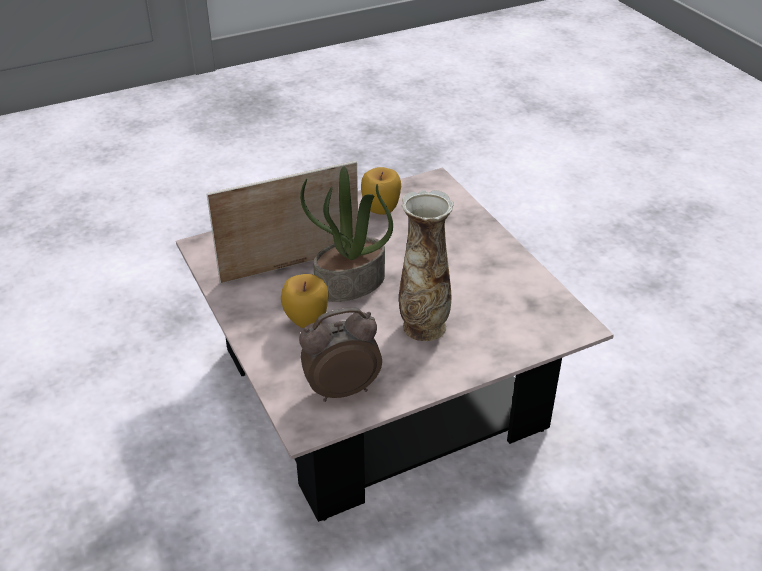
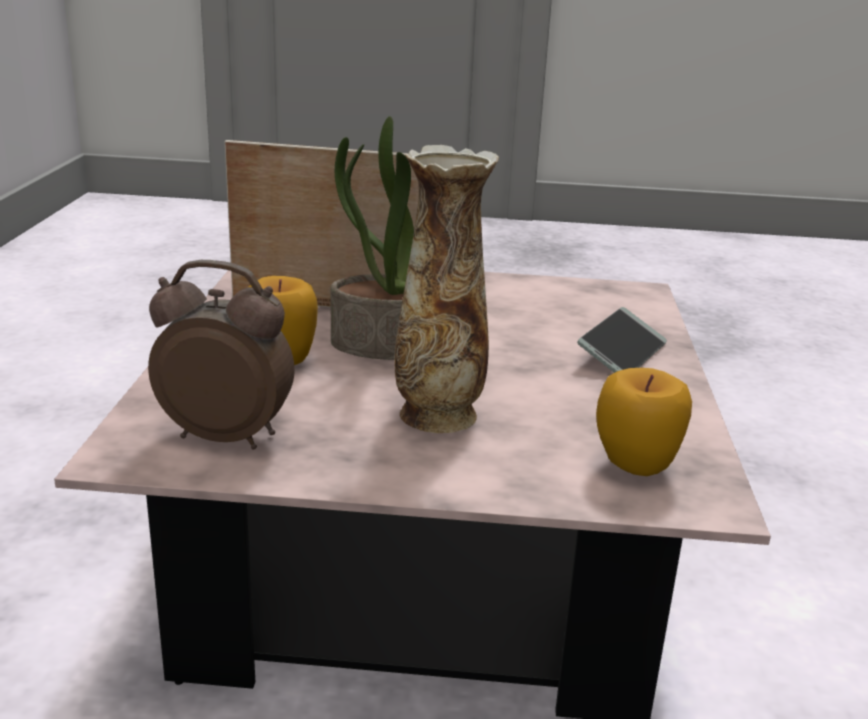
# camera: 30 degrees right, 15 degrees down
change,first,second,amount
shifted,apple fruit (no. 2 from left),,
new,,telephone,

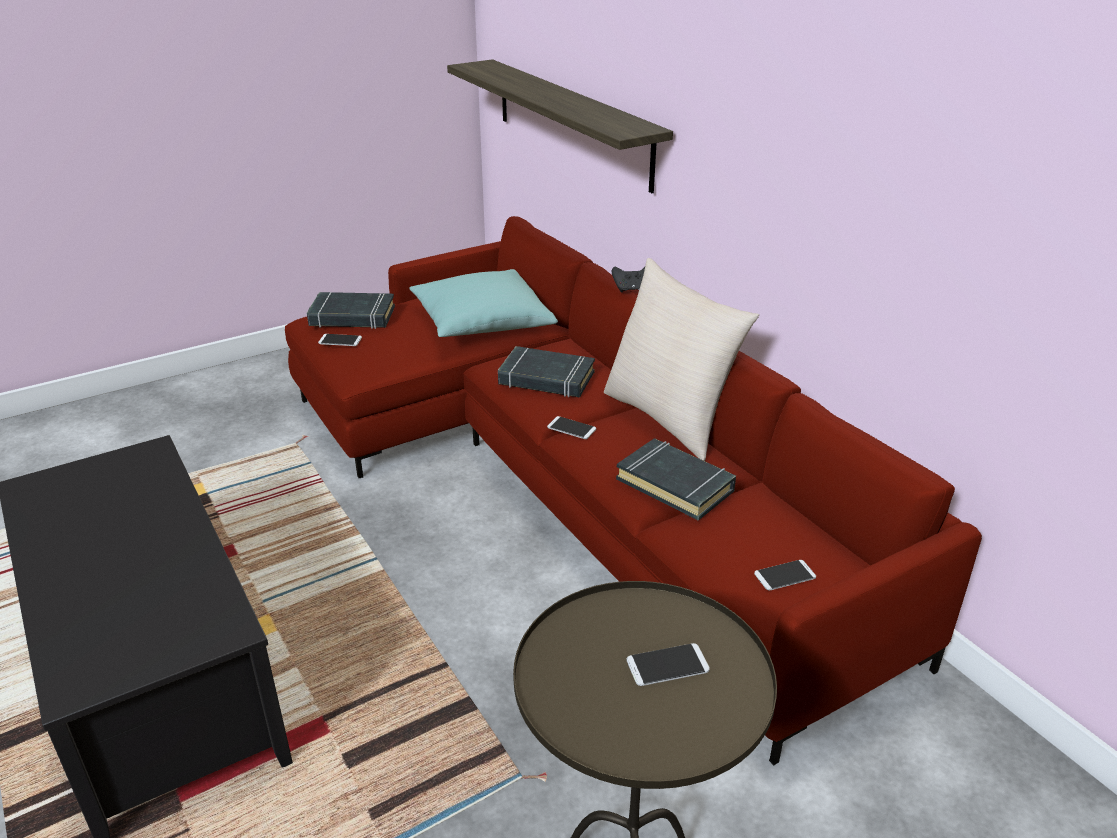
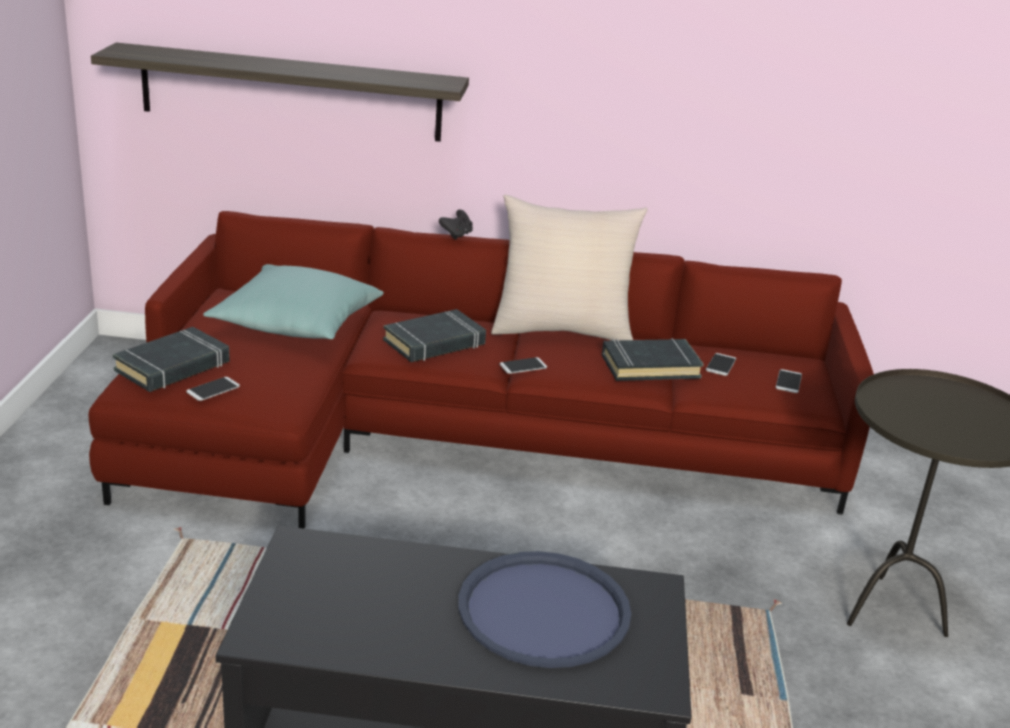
# camera: 55 degrees left, 5 degrees down
change,first,second,amount
shifted,telephone (no. 3 from left),,
new,,carrying tray in blue,

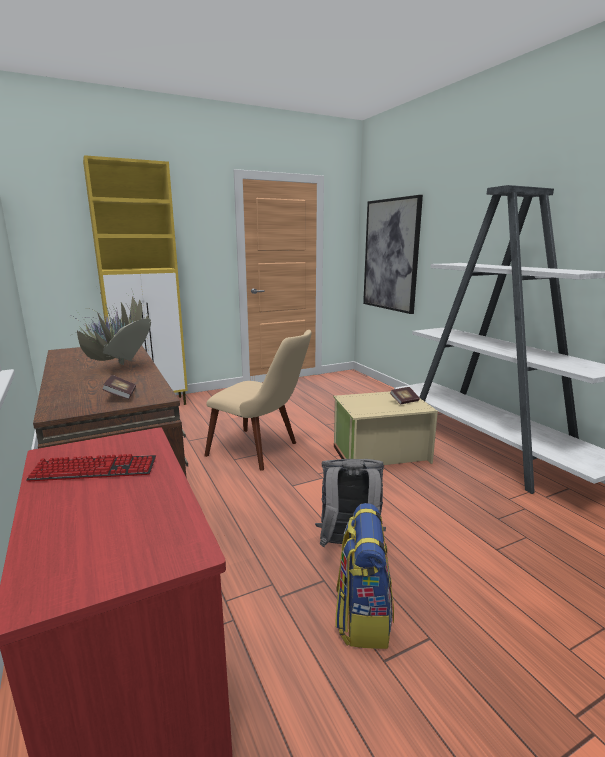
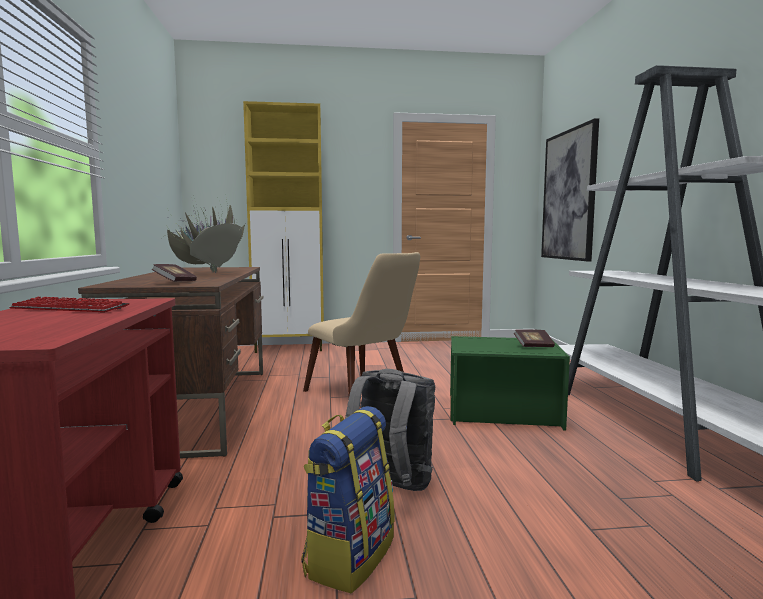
# camera: 20 degrees right, 10 degrees down
change,first,second,amount
repainted,storage bin in beige-coloured,storage bin in green,

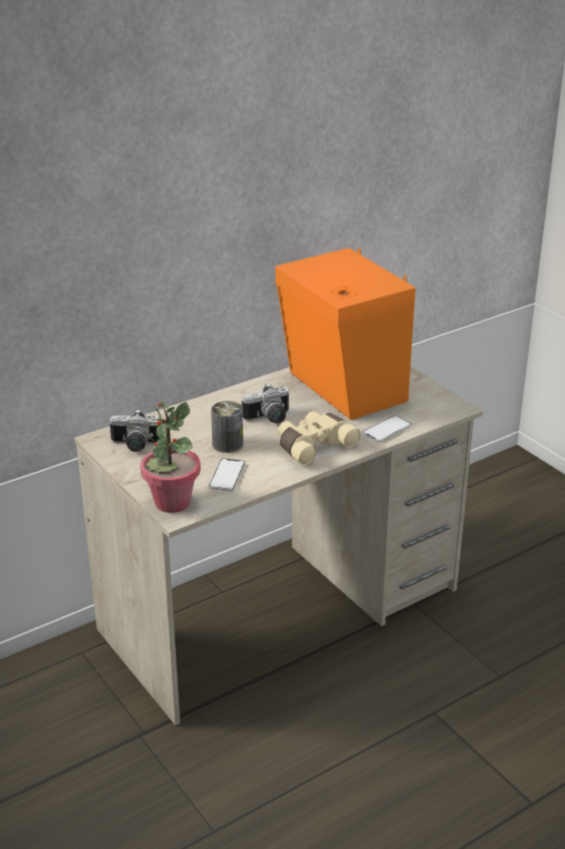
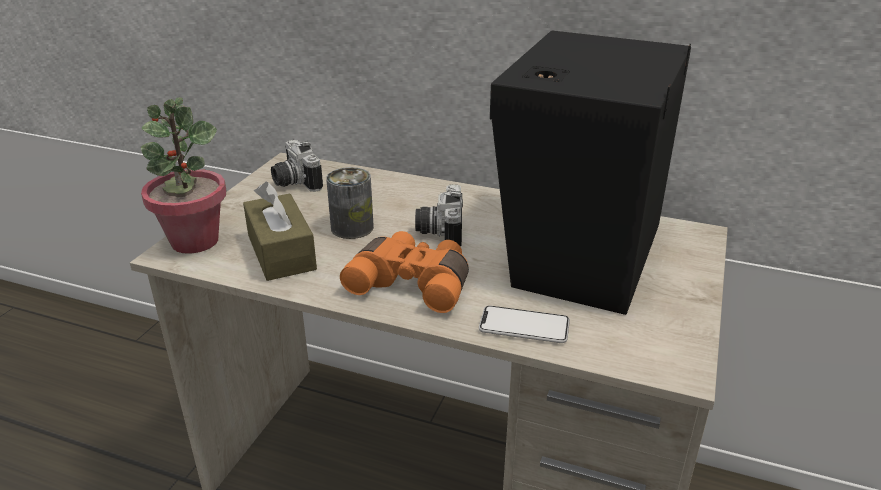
# camera: 55 degrees right, 0 degrees up
change,first,second,amount
repainted,audio speaker in orange,audio speaker in black-coloured,
rotated,still camera (no. 2 from left),,60 degrees clockwise
repainted,field glasses in beige-coloured,field glasses in orange,
swapped,telephone (no. 1 from left),tissue holder in brown-coloured,

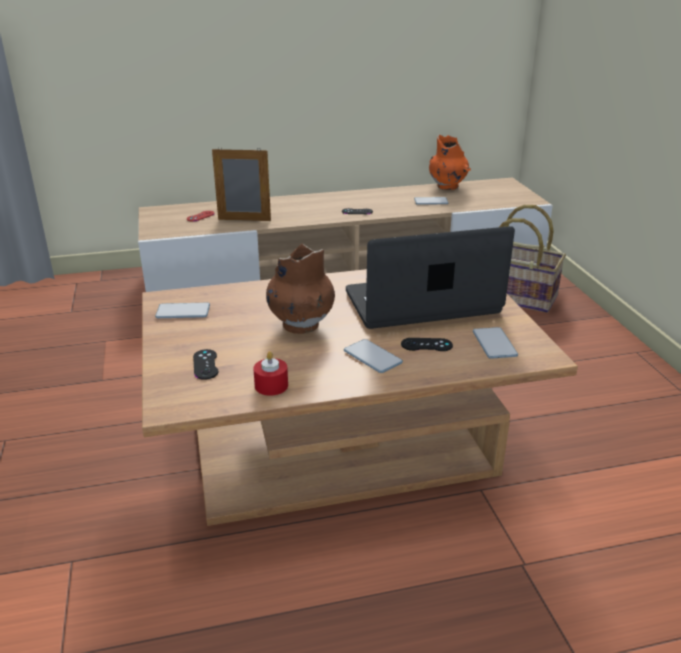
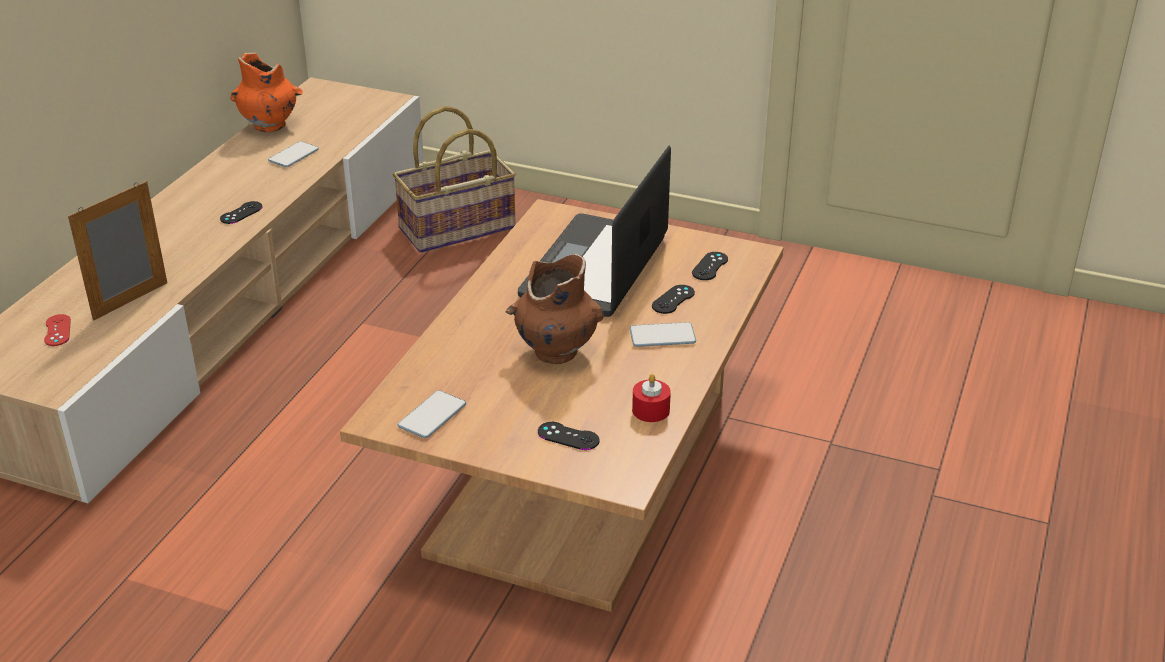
# camera: 55 degrees left, 5 degrees up
change,first,second,amount
swapped,telephone (no. 4 from left),gamepad in black-coloured (no. 4 from left),

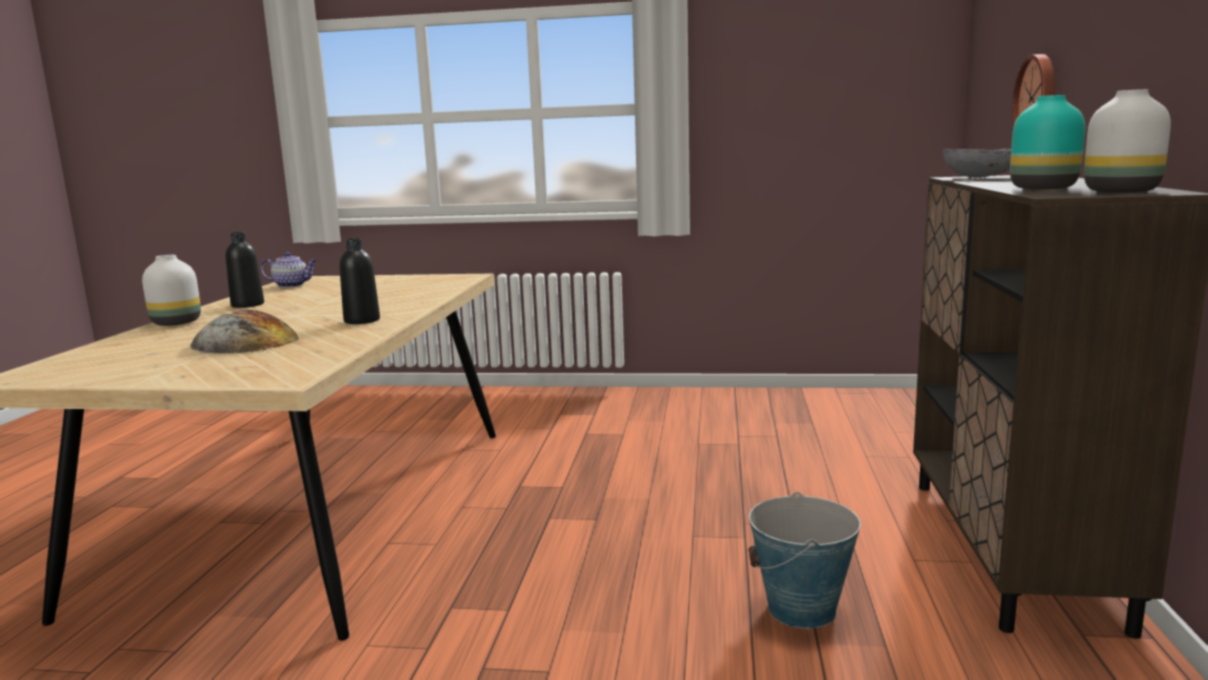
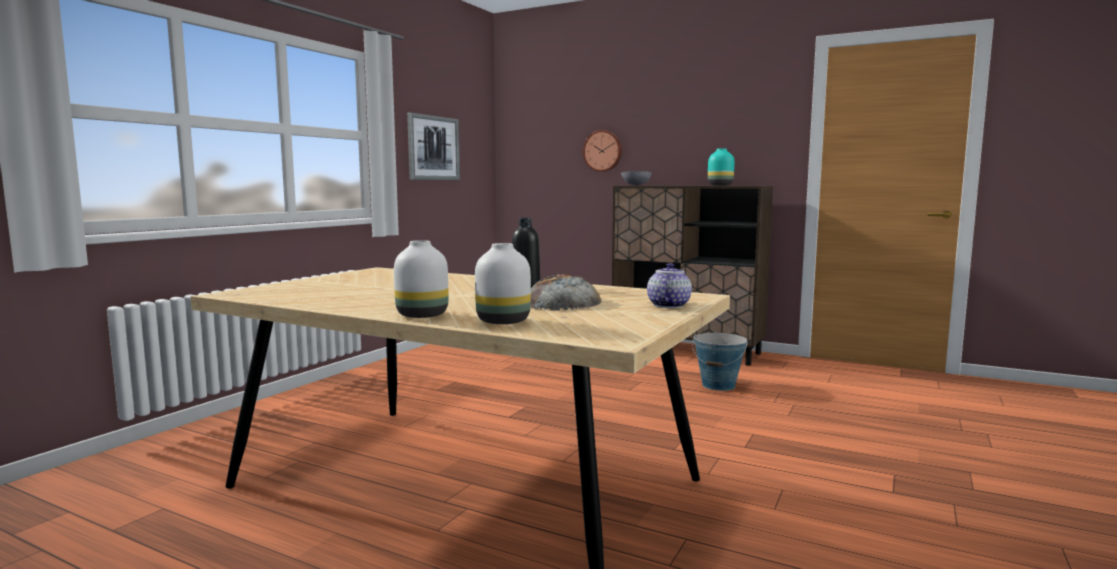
# camera: 70 degrees left, 5 degrees down
change,first,second,amount
shifted,vase in whitish (no. 2 from left),,
gone,bottle in black-coloured (no. 1 from left),,
shifted,tea pot,,
new,,wall picture,

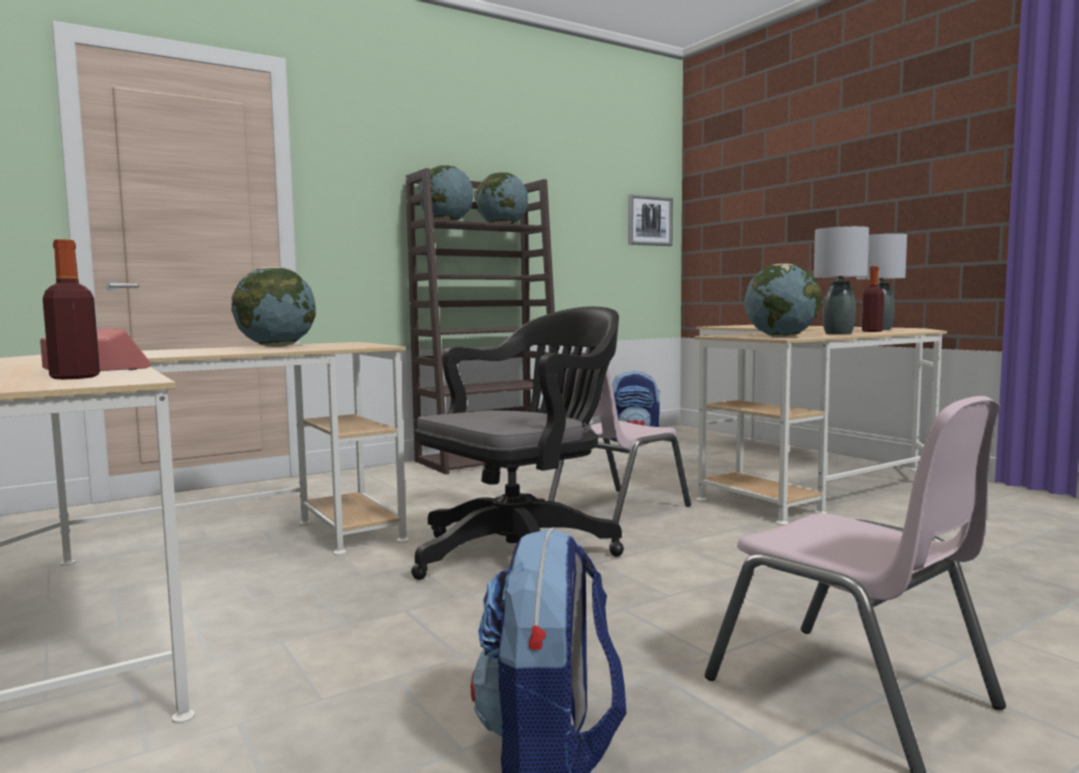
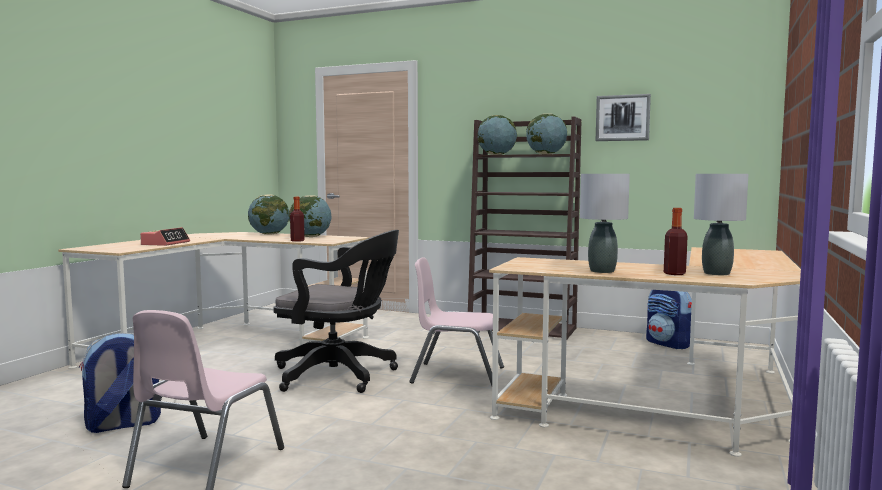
# camera: 55 degrees right, 0 degrees up
change,first,second,amount
shifted,wall picture,,
shifted,bottle (no. 1 from left),,
shifted,globe (no. 4 from left in the first image),globe (no. 1 from left),

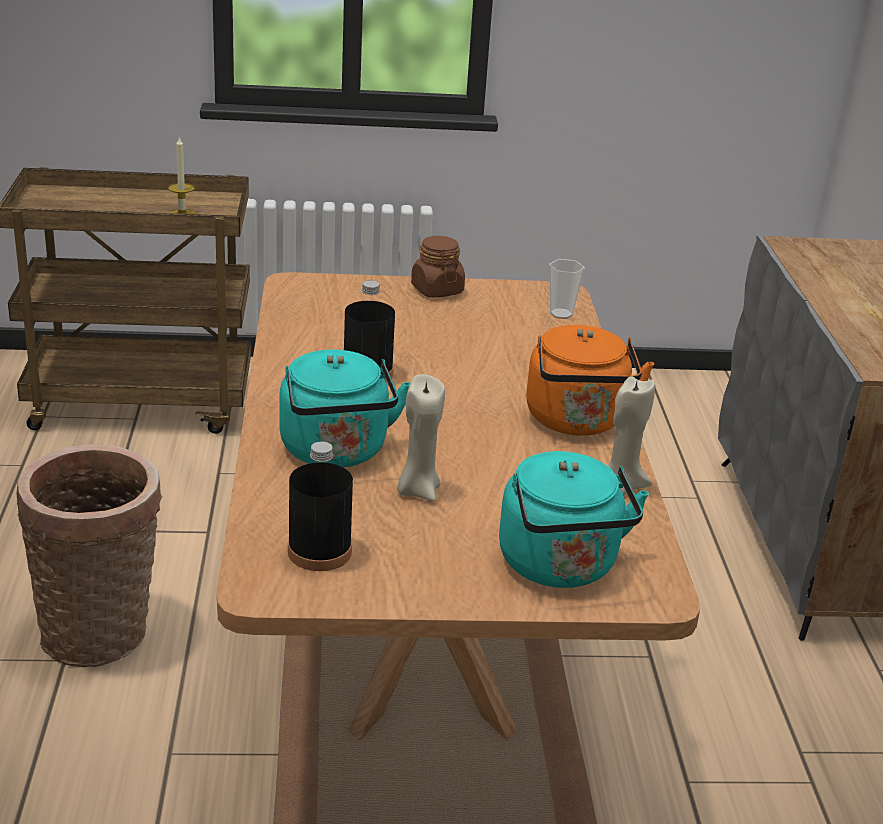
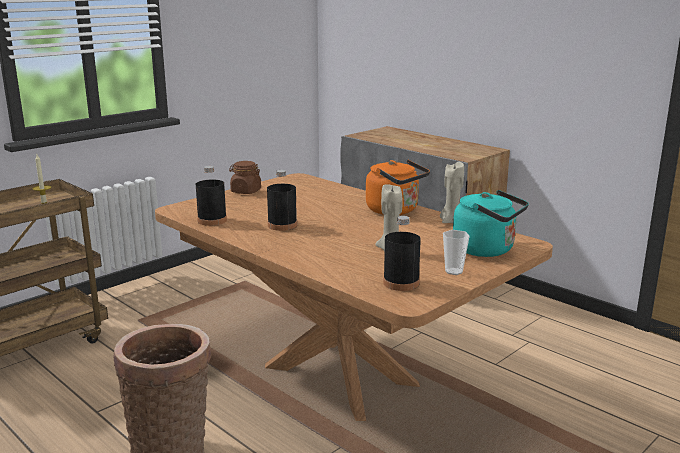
# camera: 40 degrees left, 10 degrees down
change,first,second,amount
shifted,drinking cup,,
gone,tea kettle in turquoise (no. 1 from left),,
new,,bottle in black-coloured (no. 1 from left),

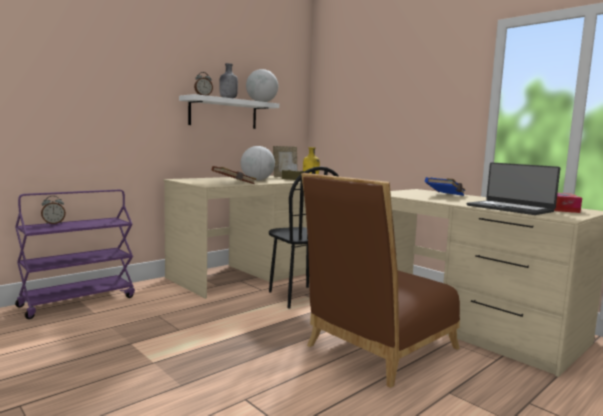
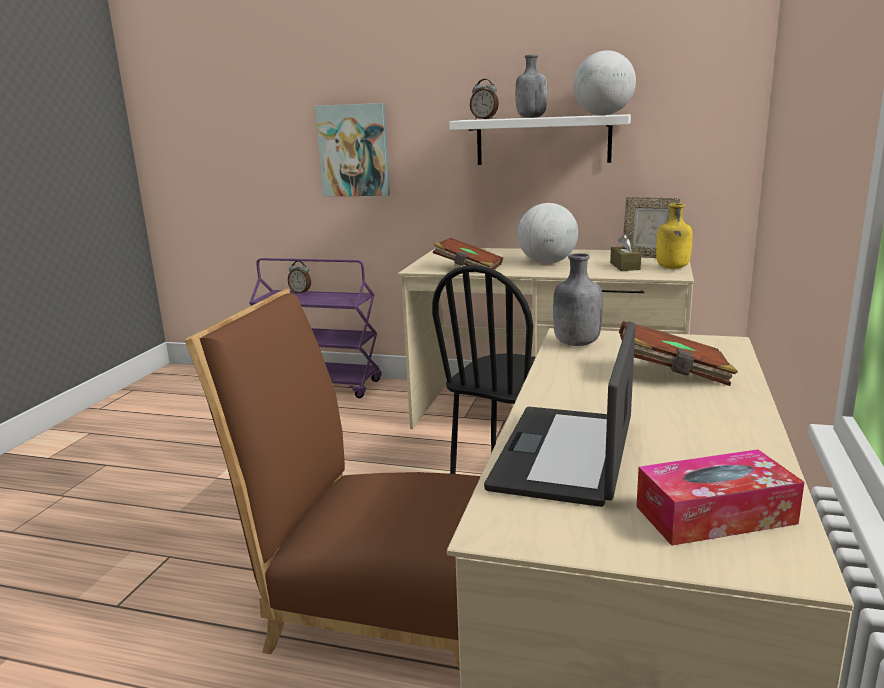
# camera: 60 degrees right, 10 degrees up
change,first,second,amount
repainted,bound book in blue,bound book in brown-coloured (no. 2 from left),
new,,wall picture,
new,,bottle in greyish (no. 2 from left),

